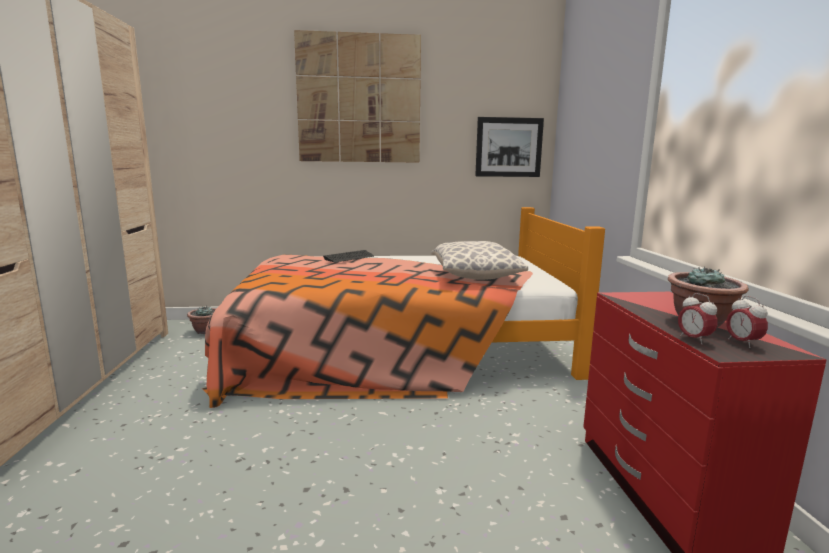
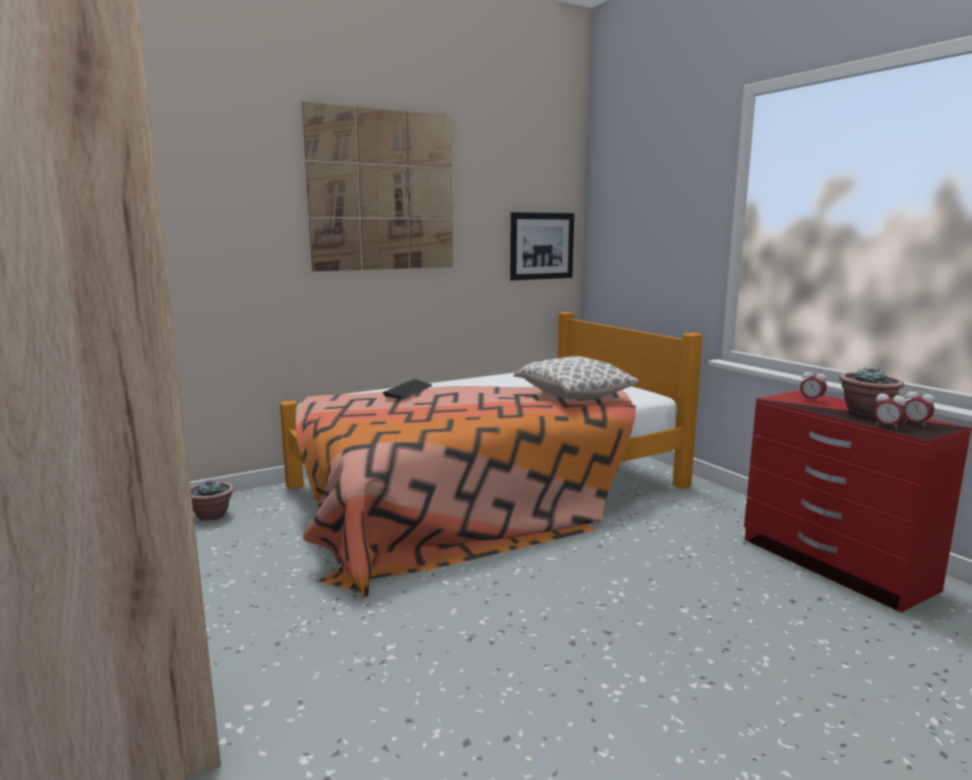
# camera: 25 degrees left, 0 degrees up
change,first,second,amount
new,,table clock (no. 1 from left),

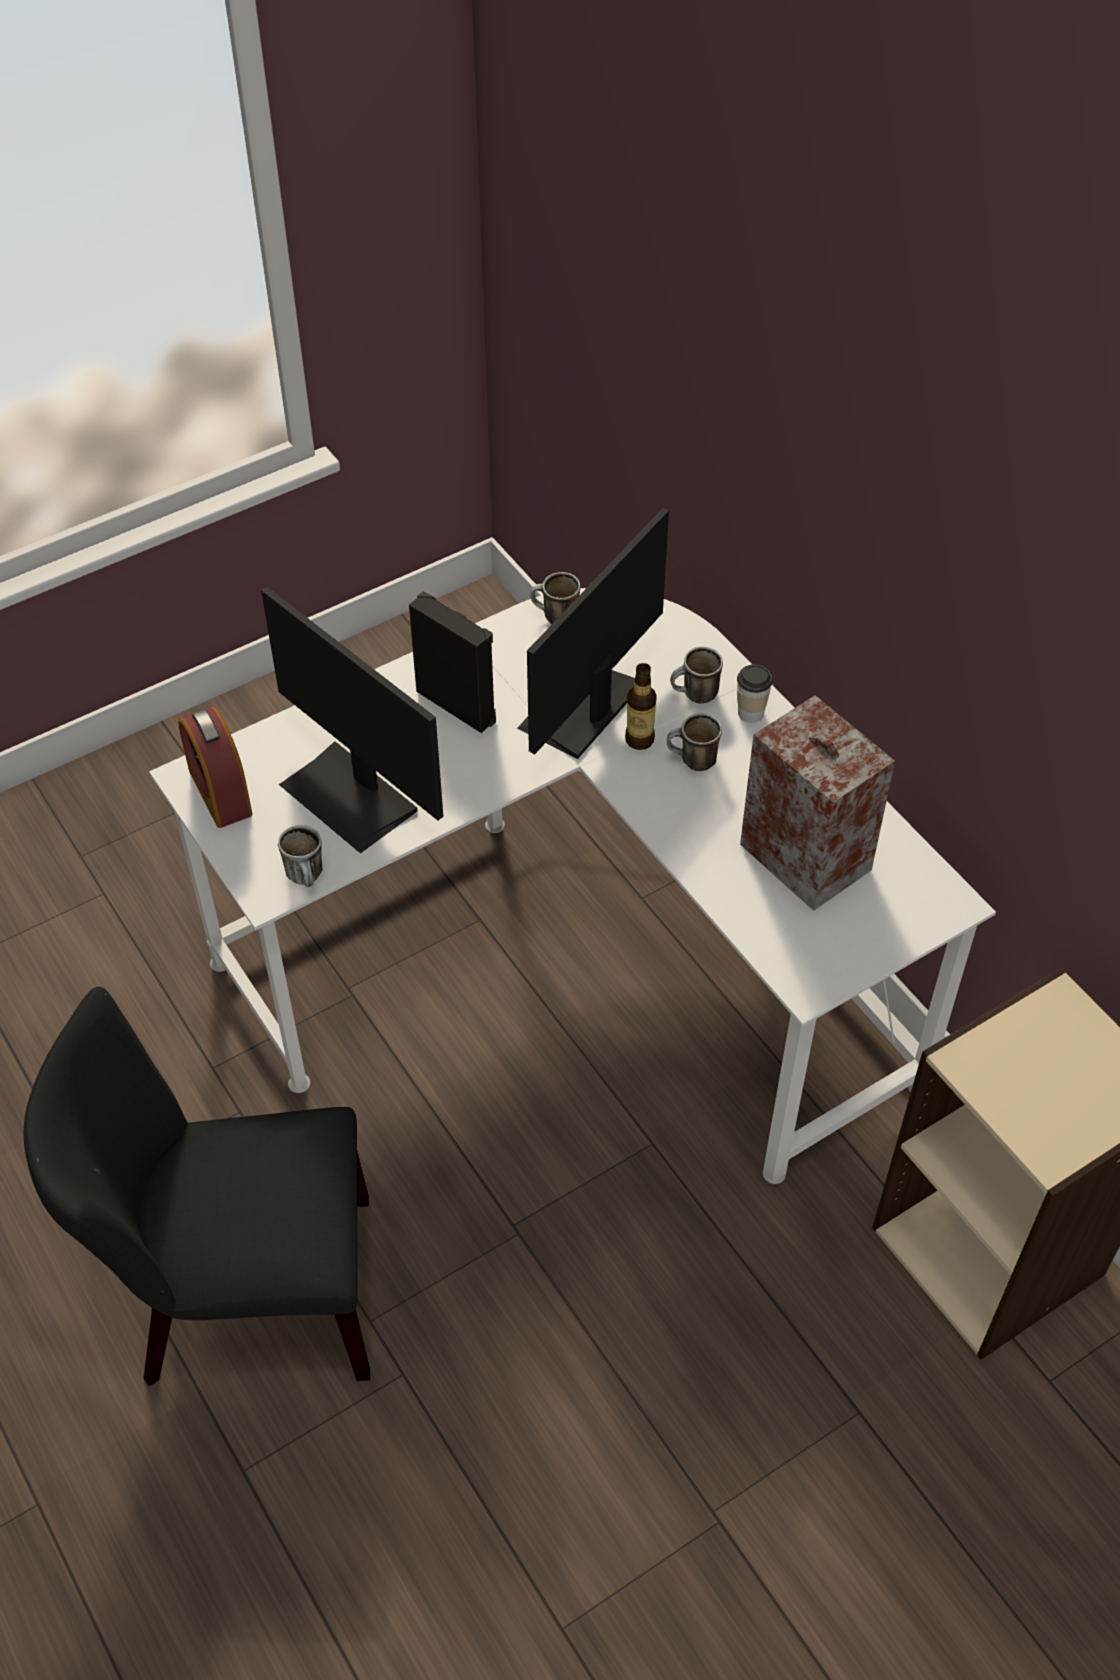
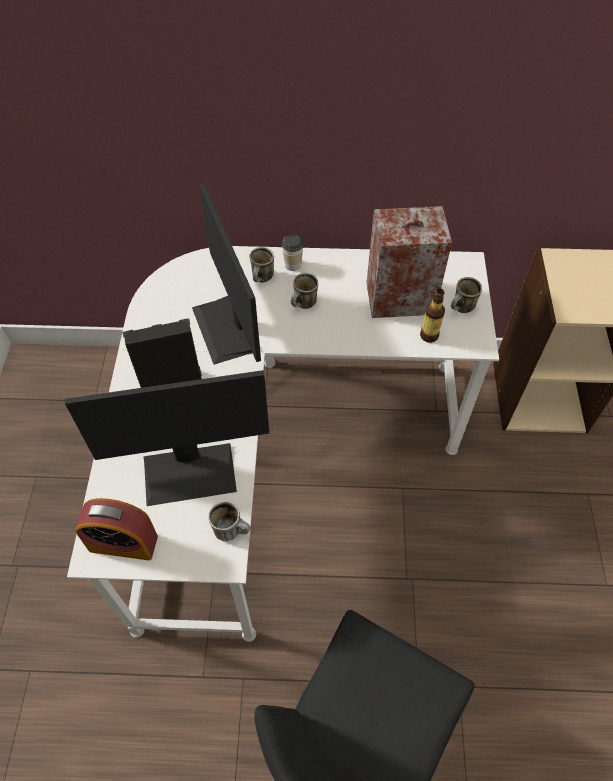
# camera: 55 degrees left, 5 degrees up
change,first,second,amount
shifted,coffee mug (no. 2 from left in the first image),coffee mug (no. 4 from left),
shifted,bottle,,

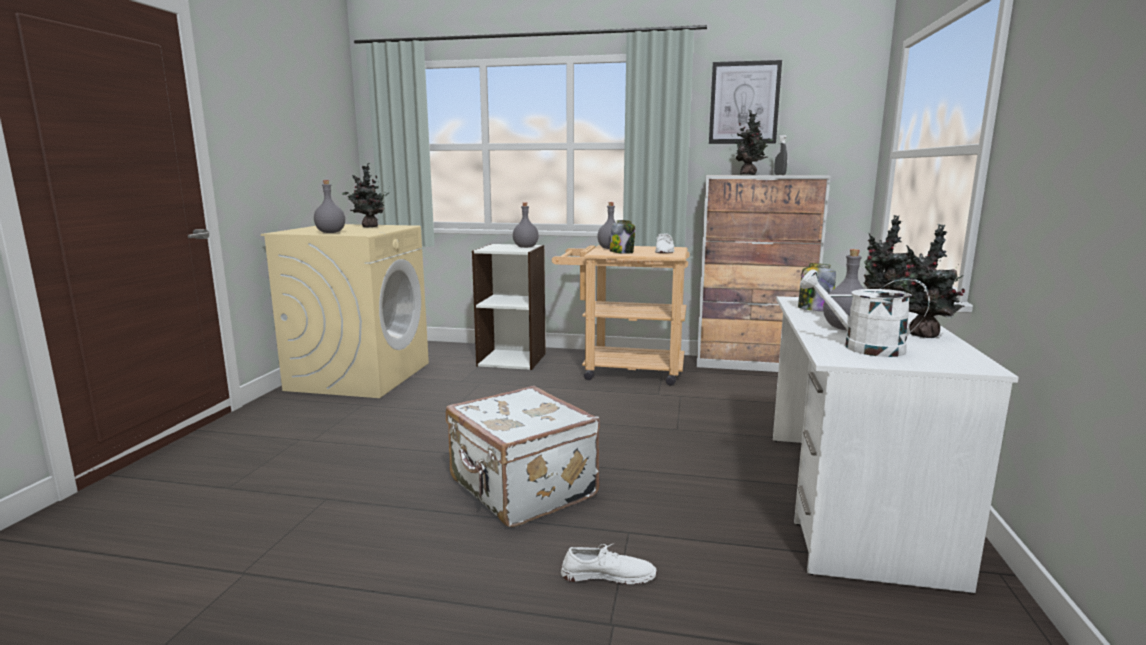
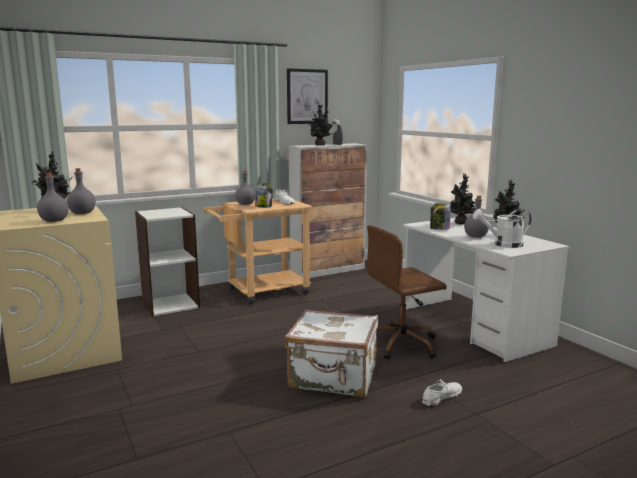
# camera: 40 degrees left, 0 degrees up
change,first,second,amount
shifted,bottle in greyish (no. 2 from left),,
new,,computer chair in brown-coloured,

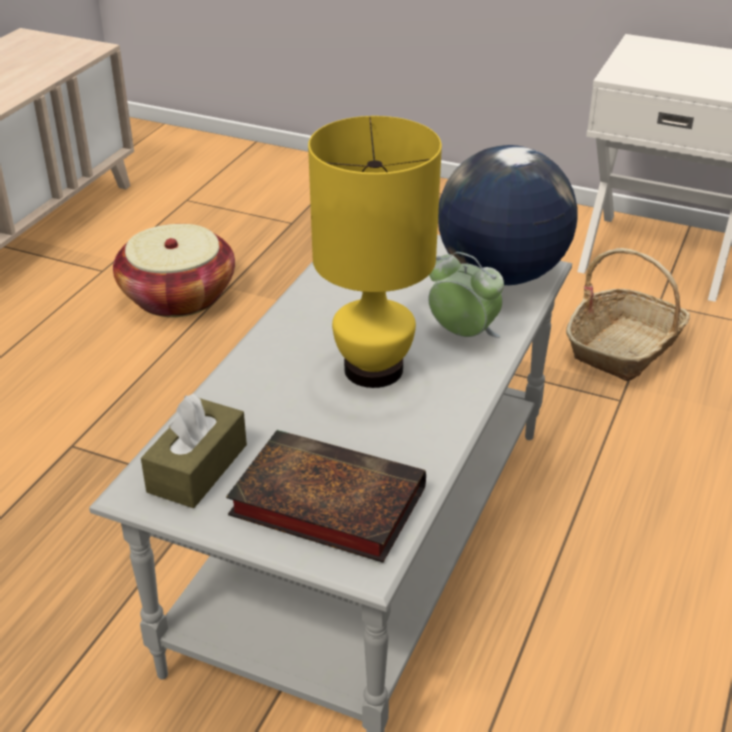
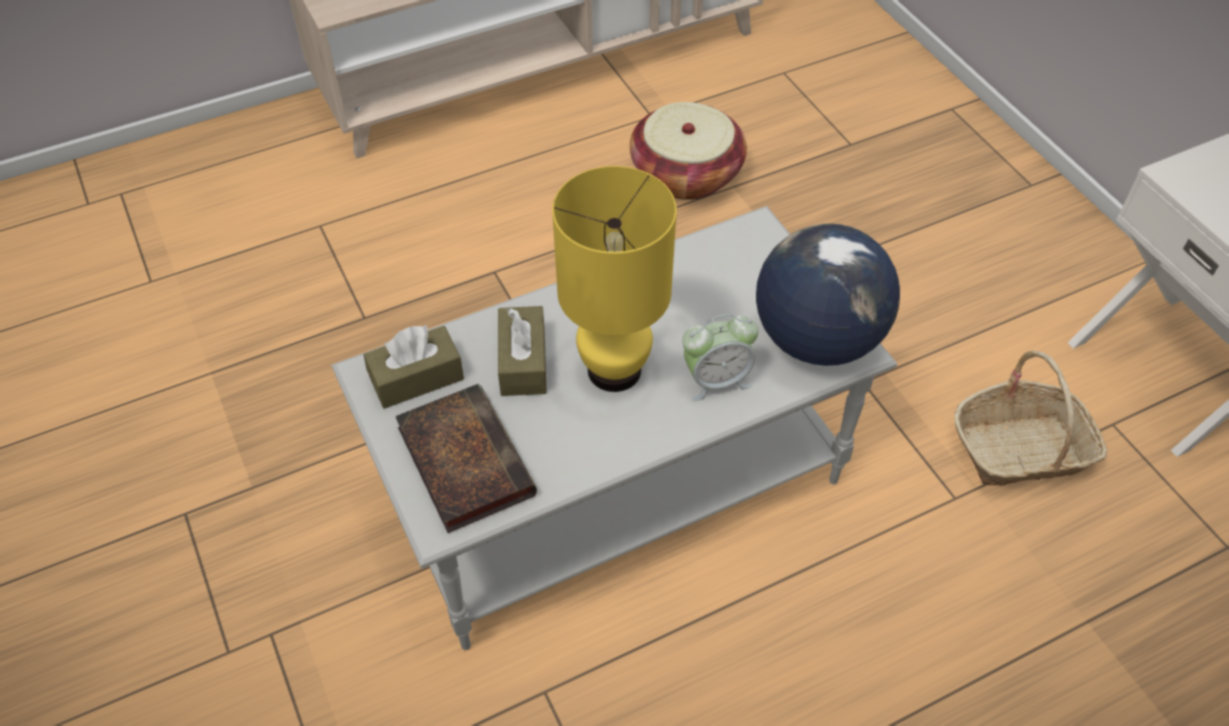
# camera: 40 degrees right, 15 degrees up
change,first,second,amount
rotated,table clock,,90 degrees clockwise
new,,tissue holder in brown-coloured (no. 2 from left),

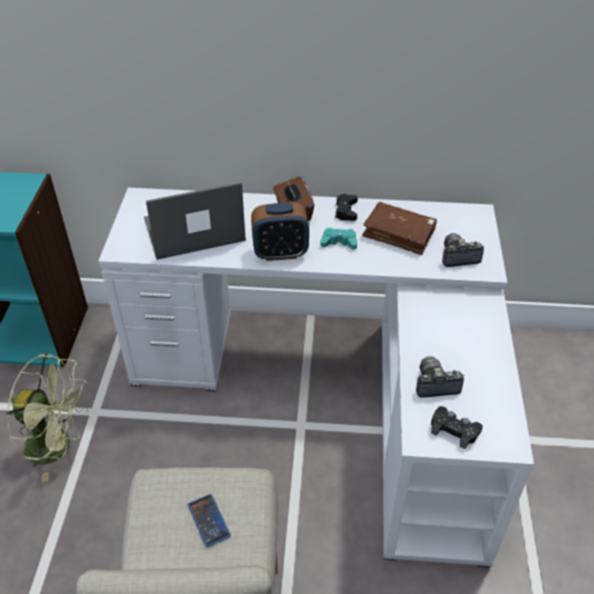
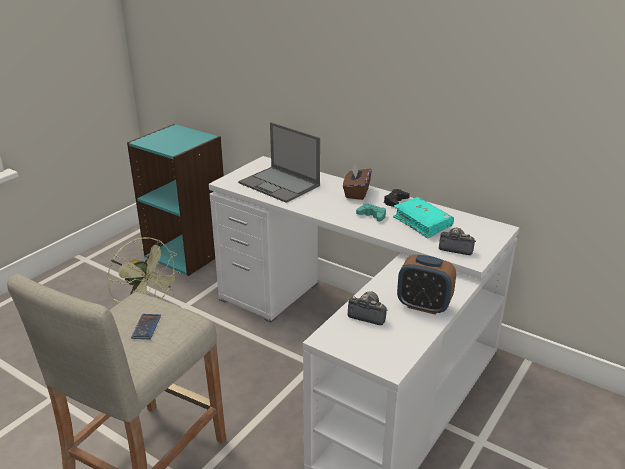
# camera: 30 degrees right, 15 degrees down
change,first,second,amount
rotated,portable computer,,150 degrees counterclockwise
repainted,bound book in brown-coloured,bound book in turquoise,
shifted,table clock,,
gone,gamepad in black-coloured (no. 2 from left),,

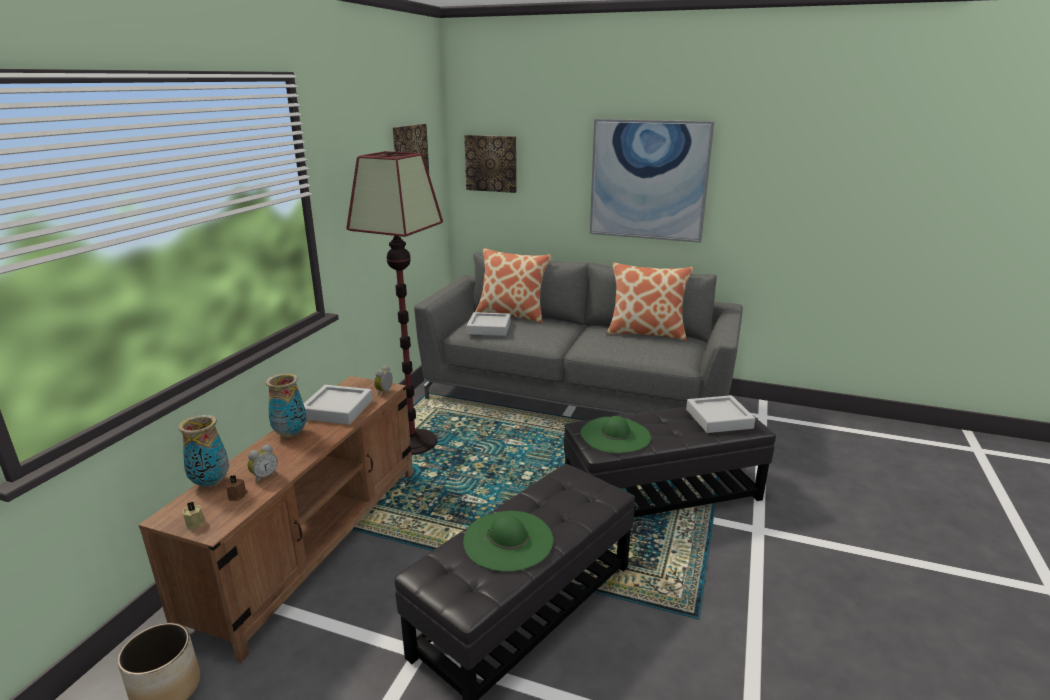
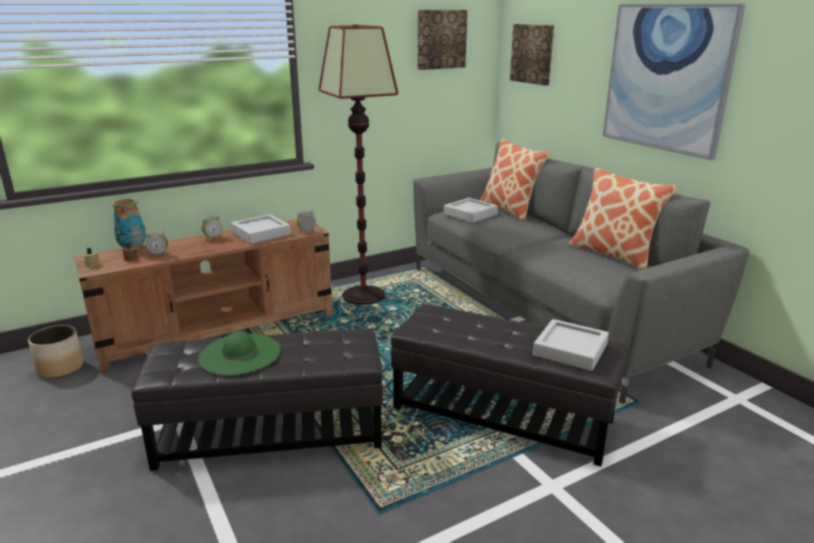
# camera: 40 degrees right, 0 degrees up
change,first,second,amount
swapped,vase (no. 2 from left),table clock (no. 2 from left),
gone,wearable hat in green (no. 2 from left),,

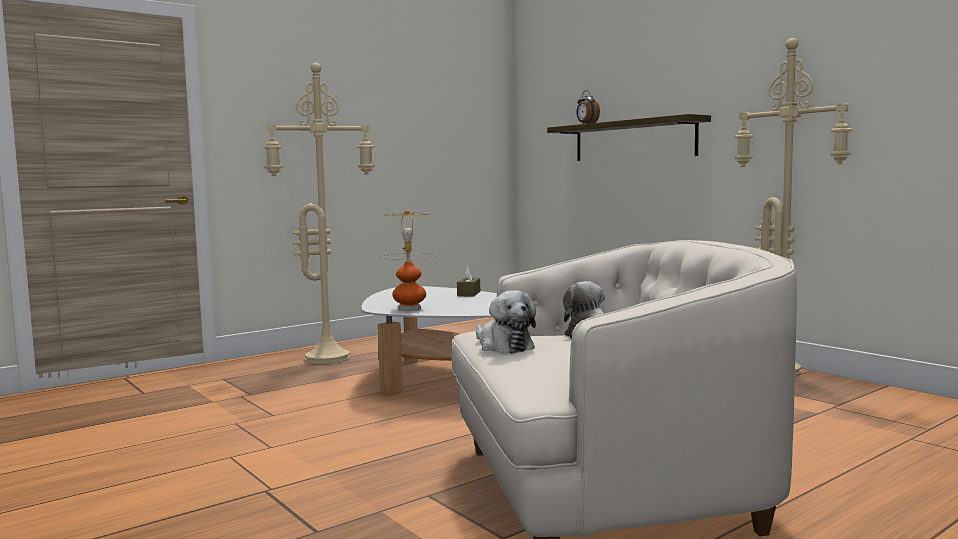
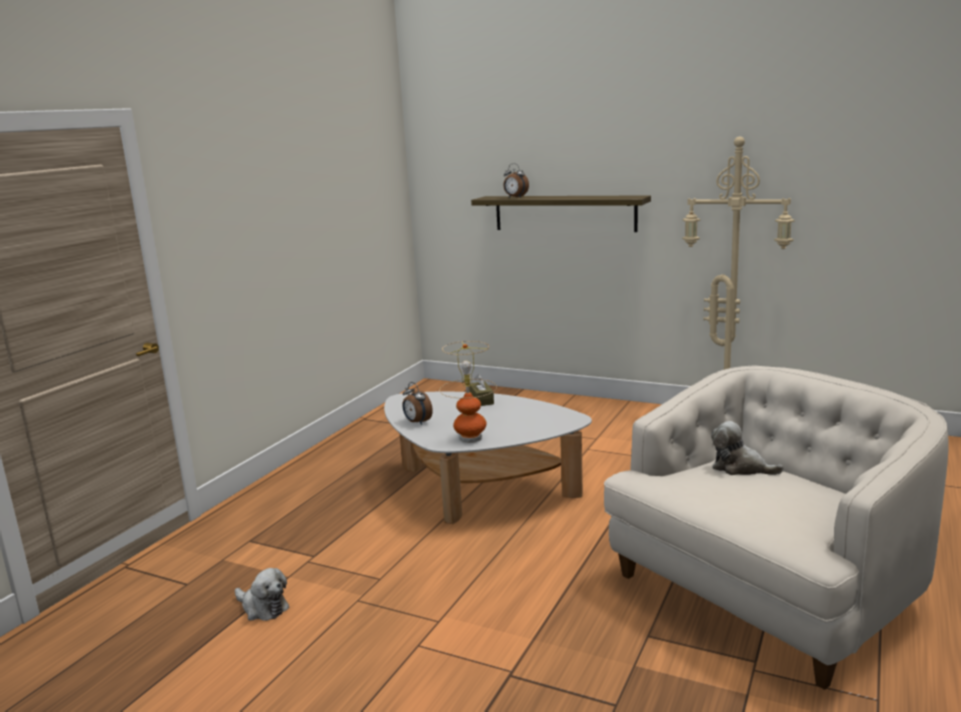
# camera: 25 degrees left, 10 degrees up
change,first,second,amount
gone,standard lamp in beige-coloured (no. 1 from left),,
shifted,plush toy (no. 1 from left),,
new,,table clock (no. 1 from left),

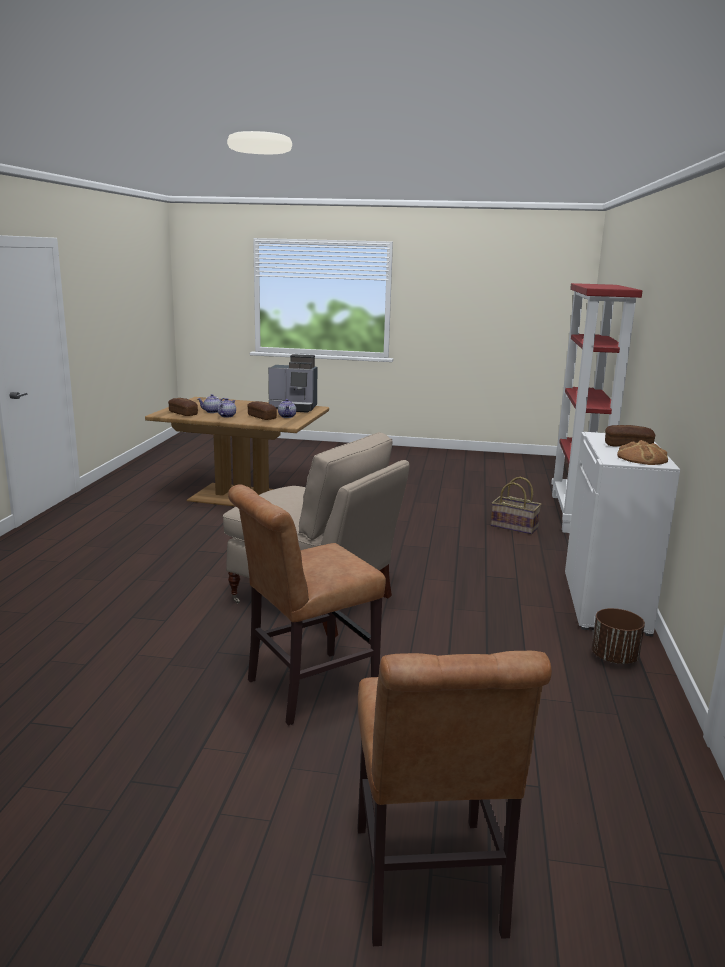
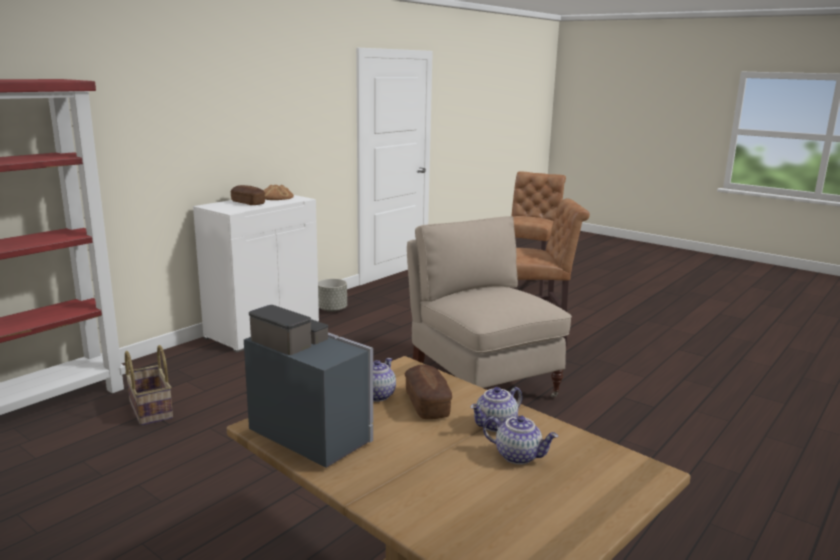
# camera: 150 degrees left, 0 degrees up
change,first,second,amount
gone,bread (no. 1 from left),,
repainted,plant pot in brown-coloured,plant pot in greyish,

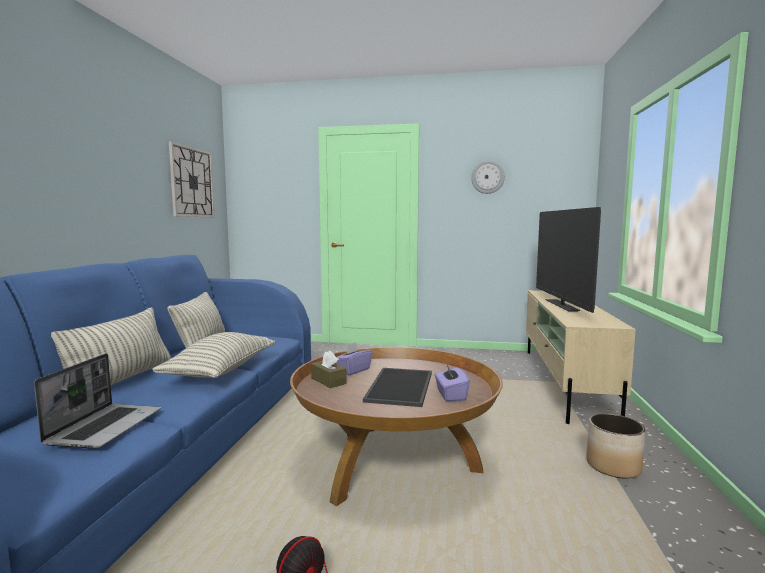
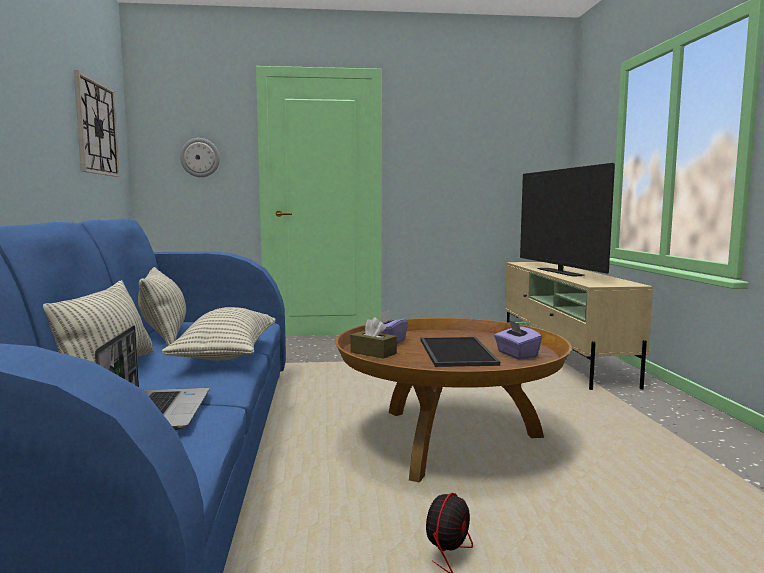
# camera: 15 degrees left, 0 degrees up
change,first,second,amount
shifted,hanging clock (no. 2 from left),,
gone,plant pot,,

